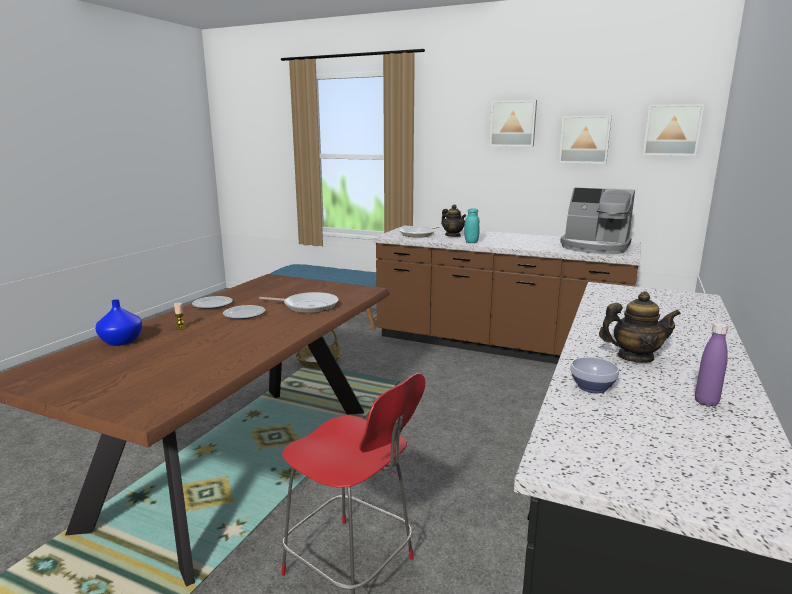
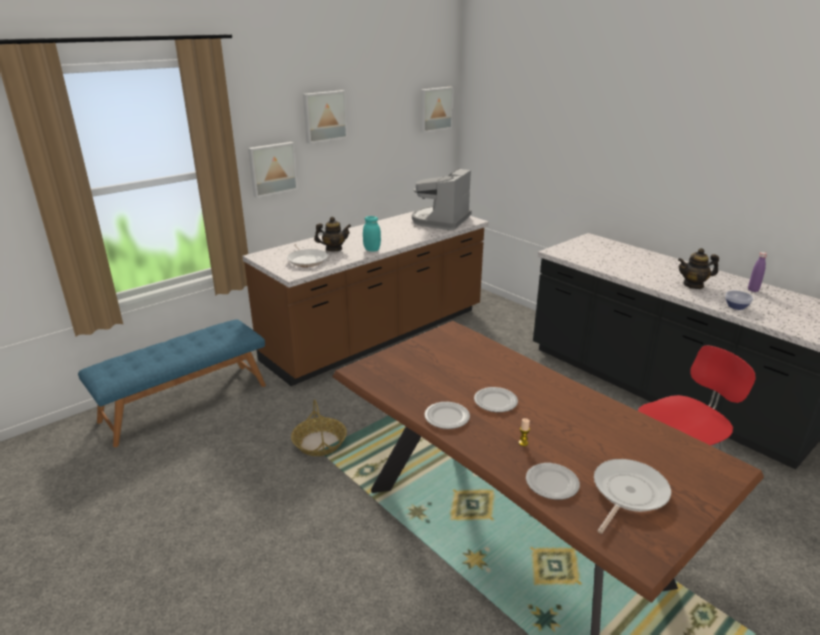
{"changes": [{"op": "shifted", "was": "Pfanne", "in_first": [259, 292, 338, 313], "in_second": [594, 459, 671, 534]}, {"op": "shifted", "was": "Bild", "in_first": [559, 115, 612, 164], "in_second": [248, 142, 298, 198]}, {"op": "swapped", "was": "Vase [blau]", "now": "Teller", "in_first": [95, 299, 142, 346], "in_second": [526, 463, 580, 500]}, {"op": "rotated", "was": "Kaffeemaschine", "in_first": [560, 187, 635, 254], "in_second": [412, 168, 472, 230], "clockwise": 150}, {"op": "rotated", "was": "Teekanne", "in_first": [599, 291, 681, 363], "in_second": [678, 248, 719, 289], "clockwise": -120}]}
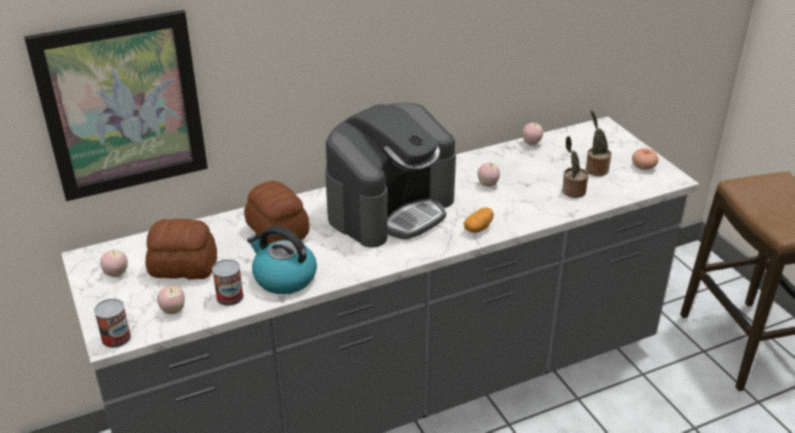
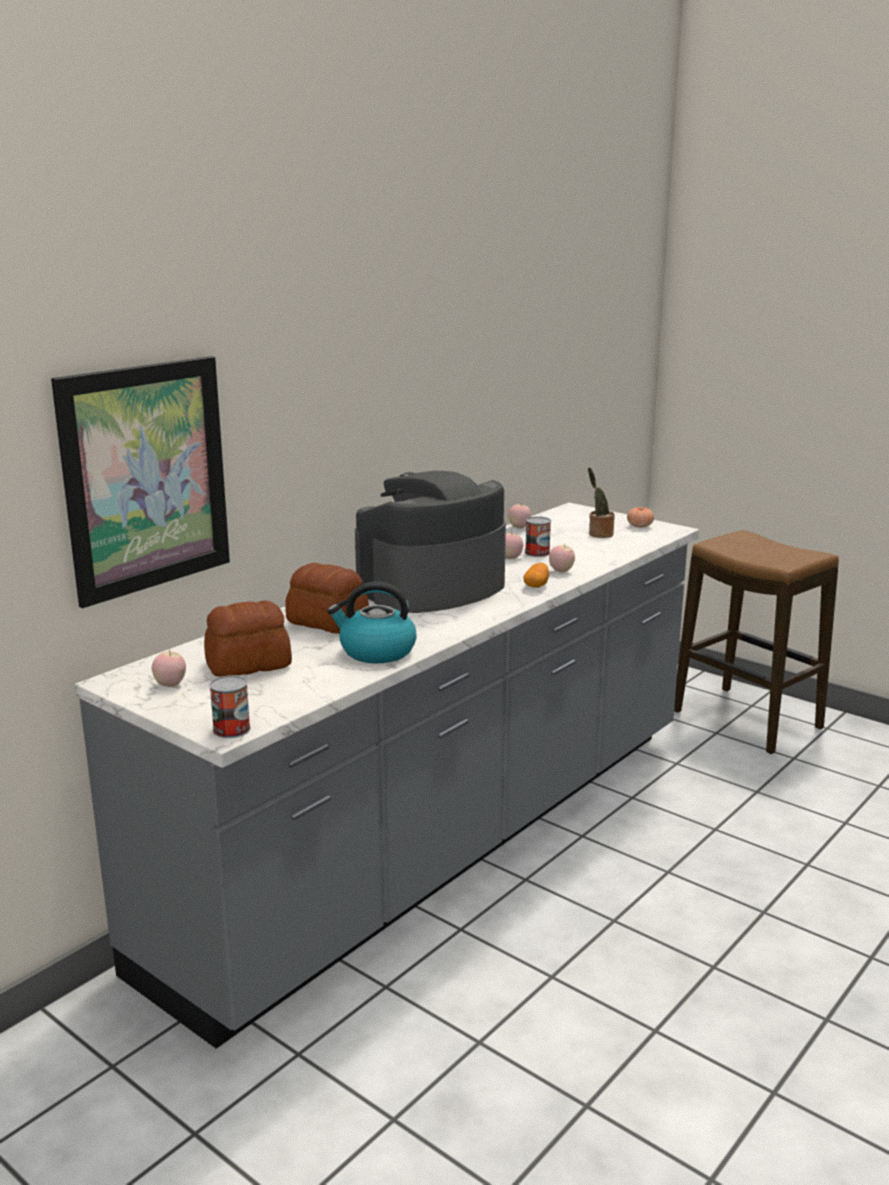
{"changes": [{"op": "gone", "was": "Topfpflanze", "in_first": [562, 136, 589, 198]}, {"op": "shifted", "was": "Apfel", "in_first": [157, 286, 185, 314], "in_second": [549, 544, 575, 572]}, {"op": "shifted", "was": "Dose", "in_first": [212, 259, 244, 306], "in_second": [525, 516, 551, 557]}, {"op": "rotated", "was": "Kaffeemaschine", "in_first": [325, 103, 456, 248], "in_second": [355, 471, 506, 613], "clockwise": -150}]}
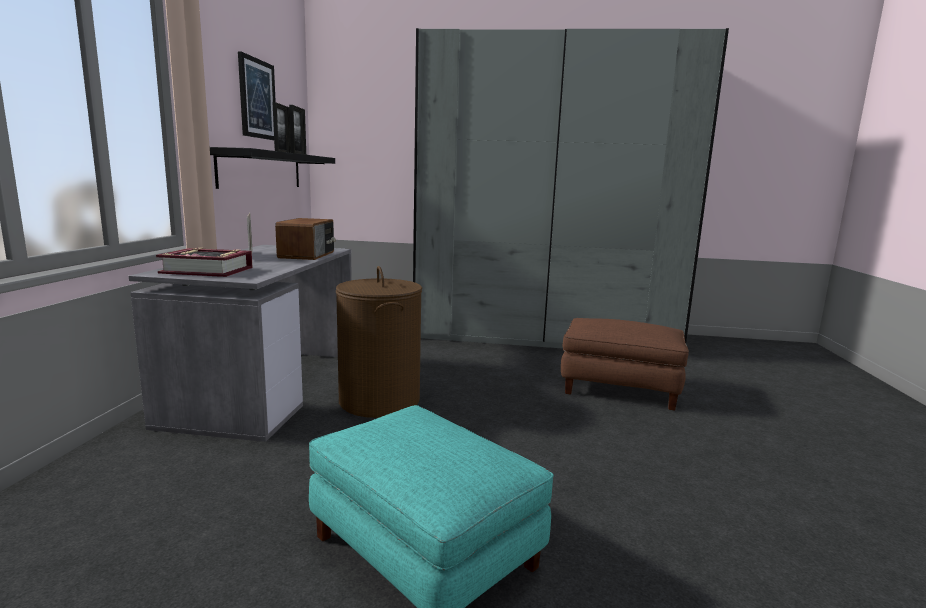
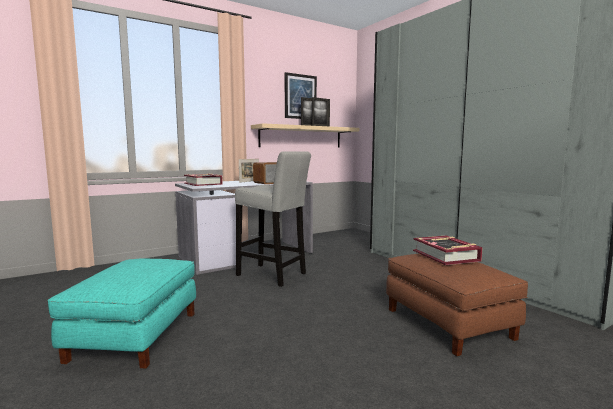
{"changes": [{"op": "new", "now": "Buch", "in_second": [413, 235, 483, 265]}, {"op": "swapped", "was": "Wäschekorb [braun]", "now": "Hocker [grau]", "in_first": [336, 266, 423, 418], "in_second": [235, 151, 311, 287]}, {"op": "repainted", "was": "Wandregal [schwarz]", "now": "Wandregal [beige]", "in_first": [210, 147, 335, 189], "in_second": [251, 123, 359, 148]}]}
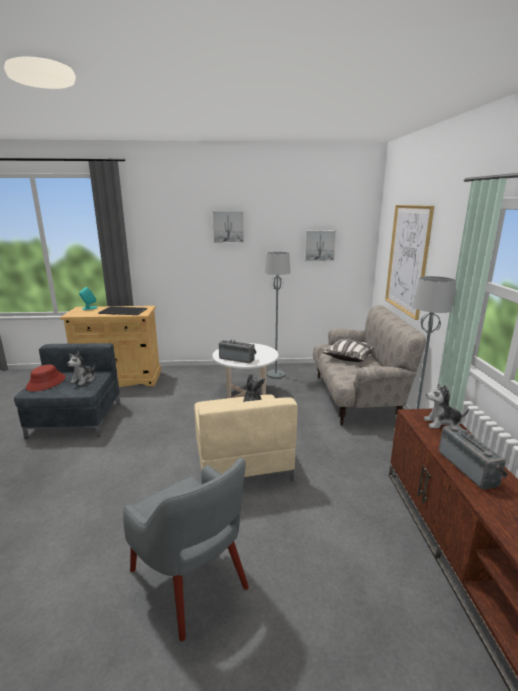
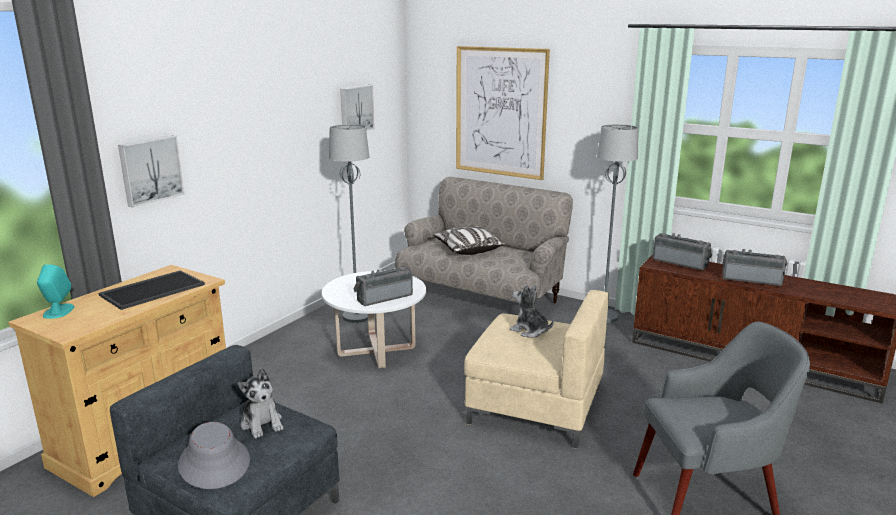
{"changes": [{"op": "shifted", "was": "Bild", "in_first": [213, 211, 244, 243], "in_second": [118, 136, 184, 208]}, {"op": "swapped", "was": "Plüschtier", "now": "Radio", "in_first": [424, 383, 469, 428], "in_second": [653, 233, 712, 270]}, {"op": "repainted", "was": "Hut [rot]", "now": "Hut [grau]", "in_first": [25, 364, 66, 391], "in_second": [178, 422, 250, 489]}]}
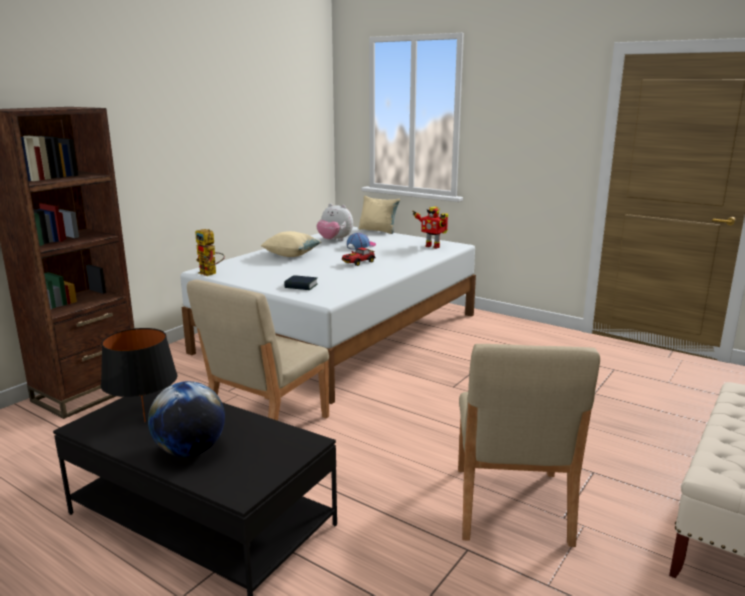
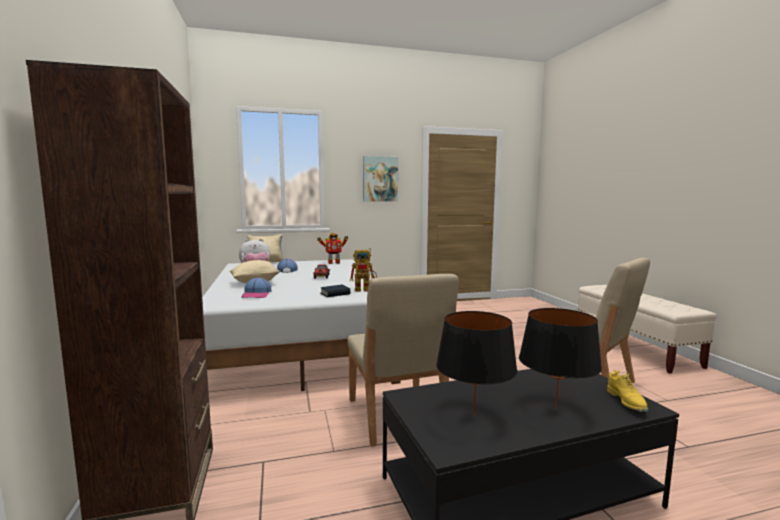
{"changes": [{"op": "new", "now": "Kappe", "in_second": [241, 277, 271, 298]}, {"op": "new", "now": "Bild", "in_second": [363, 156, 398, 202]}, {"op": "new", "now": "Schuh [gelb]", "in_second": [607, 369, 649, 412]}, {"op": "shifted", "was": "Spielzeugroboter", "in_first": [195, 229, 225, 276], "in_second": [350, 248, 377, 292]}, {"op": "swapped", "was": "Globus", "now": "Tischlampe [schwarz]", "in_first": [148, 381, 225, 457], "in_second": [519, 308, 602, 409]}]}
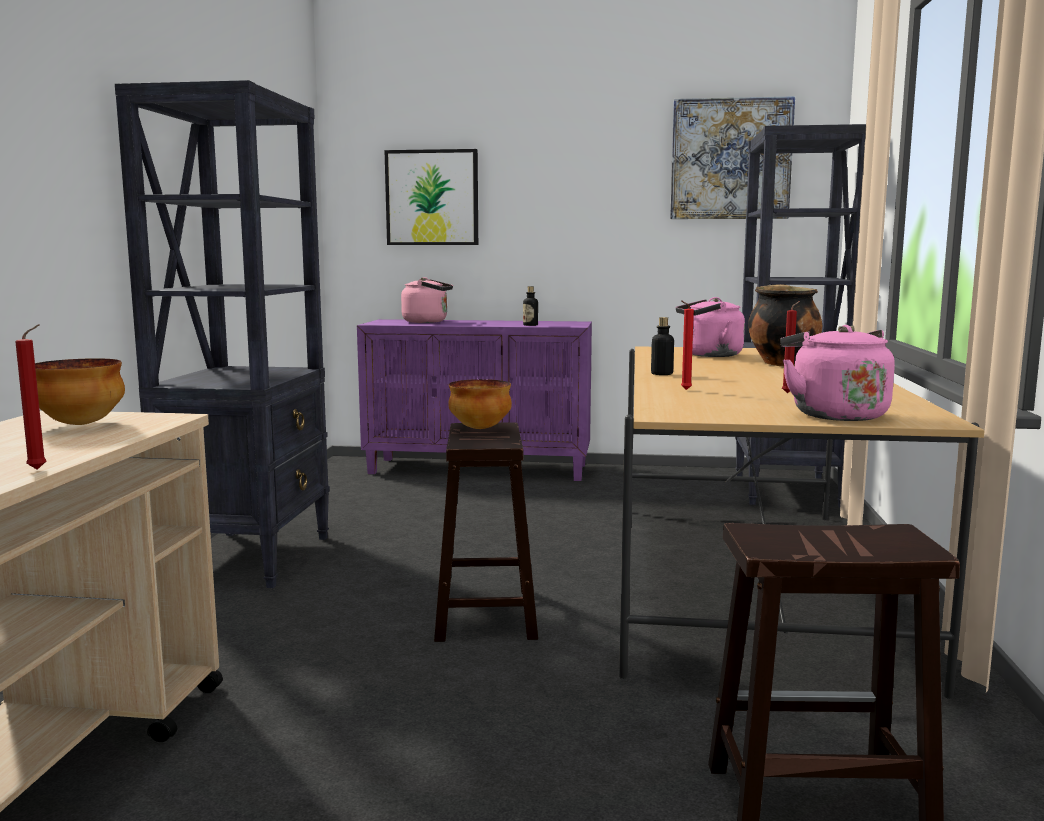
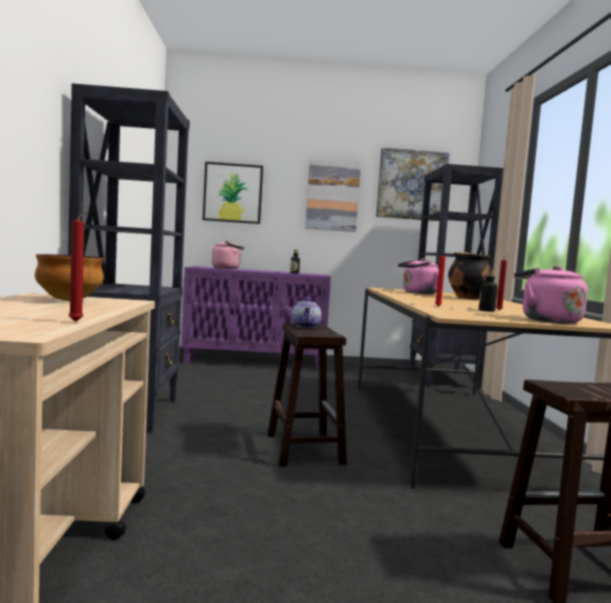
{"changes": [{"op": "new", "now": "Bild", "in_second": [305, 159, 361, 232]}, {"op": "shifted", "was": "Flasche", "in_first": [651, 317, 674, 375], "in_second": [479, 270, 498, 312]}, {"op": "swapped", "was": "Schüssel", "now": "Teekanne", "in_first": [448, 379, 512, 429], "in_second": [292, 297, 321, 328]}]}
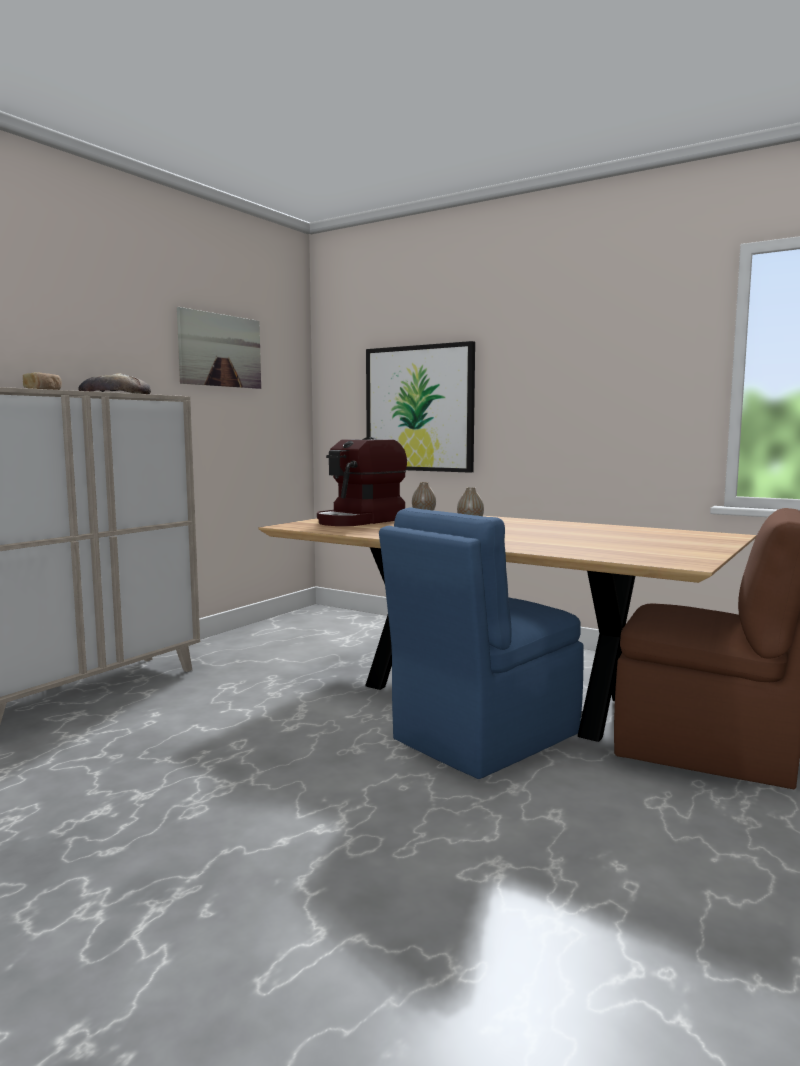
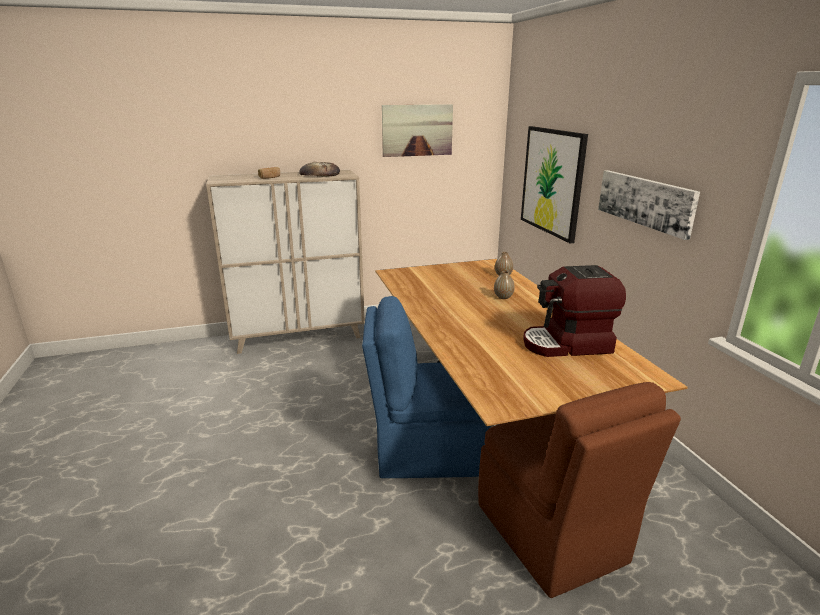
{"changes": [{"op": "new", "now": "Bild", "in_second": [598, 170, 700, 240]}, {"op": "shifted", "was": "Kaffeemaschine", "in_first": [317, 437, 407, 526], "in_second": [523, 265, 626, 357]}]}
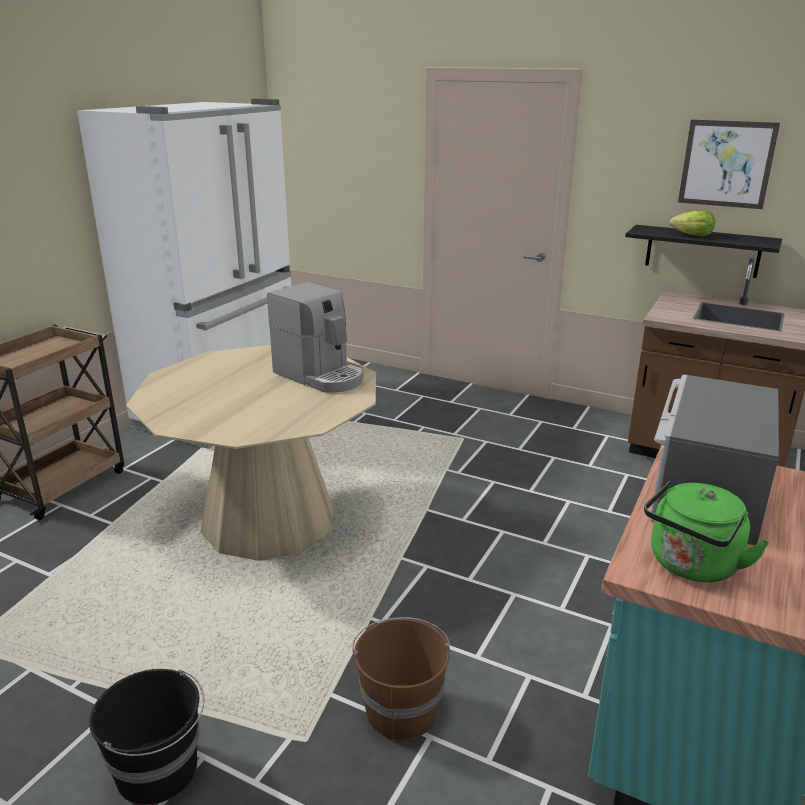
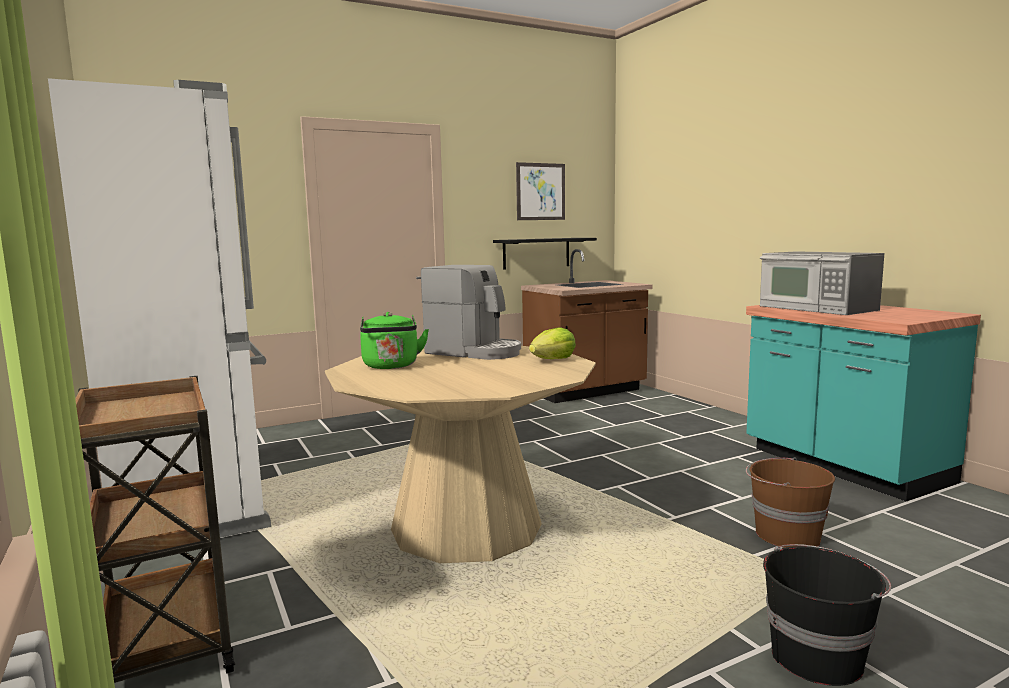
{"changes": [{"op": "shifted", "was": "Wasserkessel [grün]", "in_first": [644, 481, 770, 582], "in_second": [360, 312, 429, 369]}, {"op": "shifted", "was": "Salatkopf", "in_first": [670, 210, 715, 236], "in_second": [529, 327, 576, 359]}, {"op": "rotated", "was": "Kaffeemaschine", "in_first": [267, 282, 364, 392], "in_second": [421, 265, 521, 360], "clockwise": 45}]}
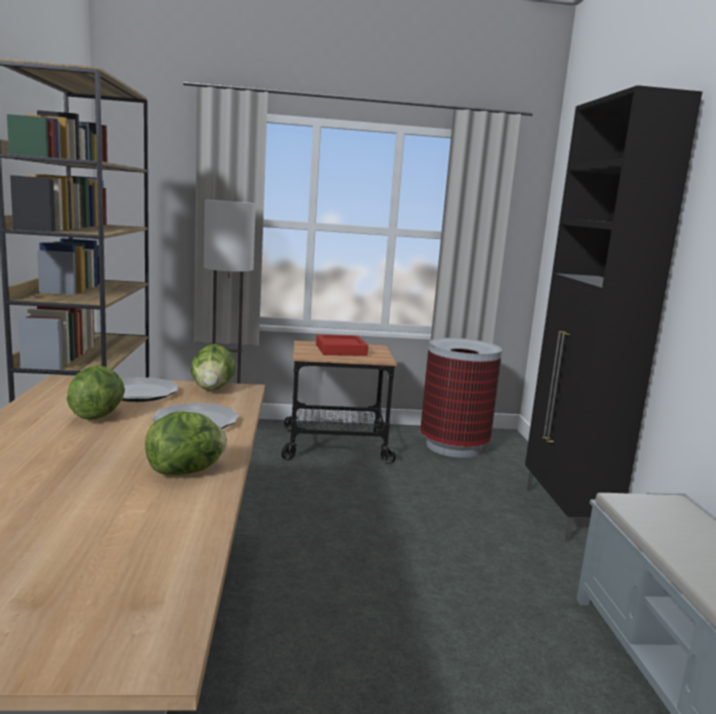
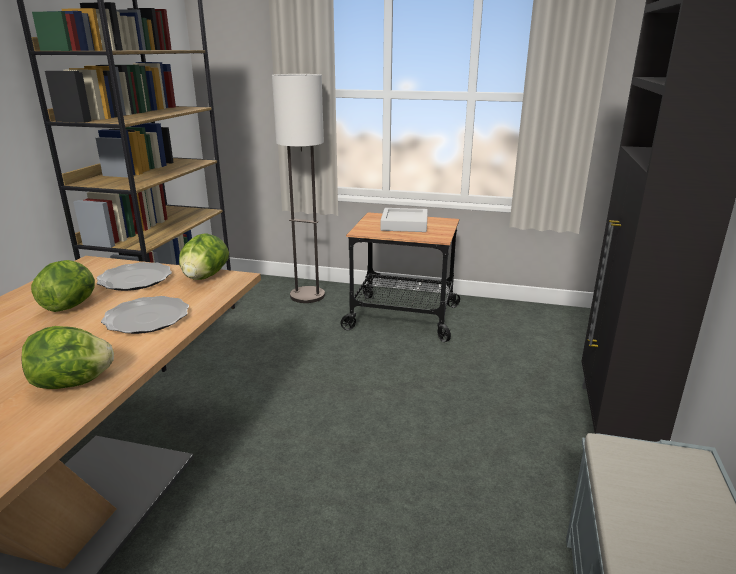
{"changes": [{"op": "gone", "was": "Mülleimer", "in_first": [420, 338, 502, 458]}, {"op": "repainted", "was": "Tablett [rot]", "now": "Tablett [grau]", "in_first": [316, 334, 368, 356], "in_second": [380, 208, 428, 232]}]}
